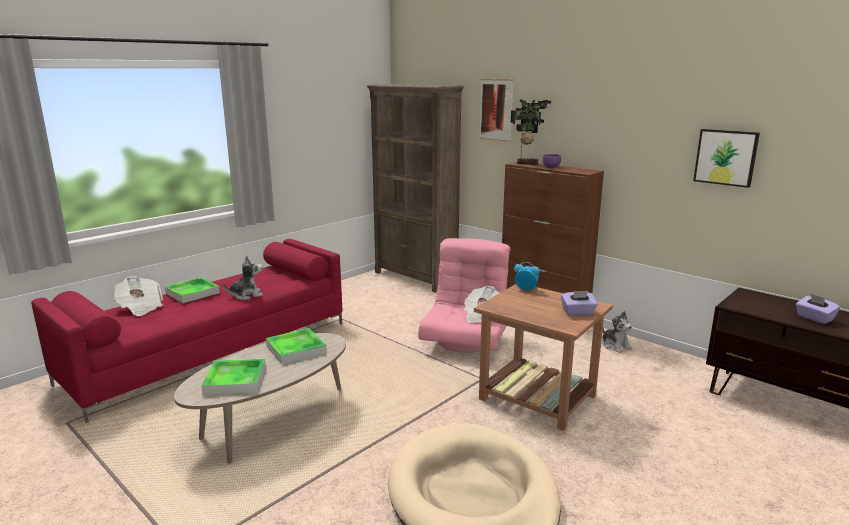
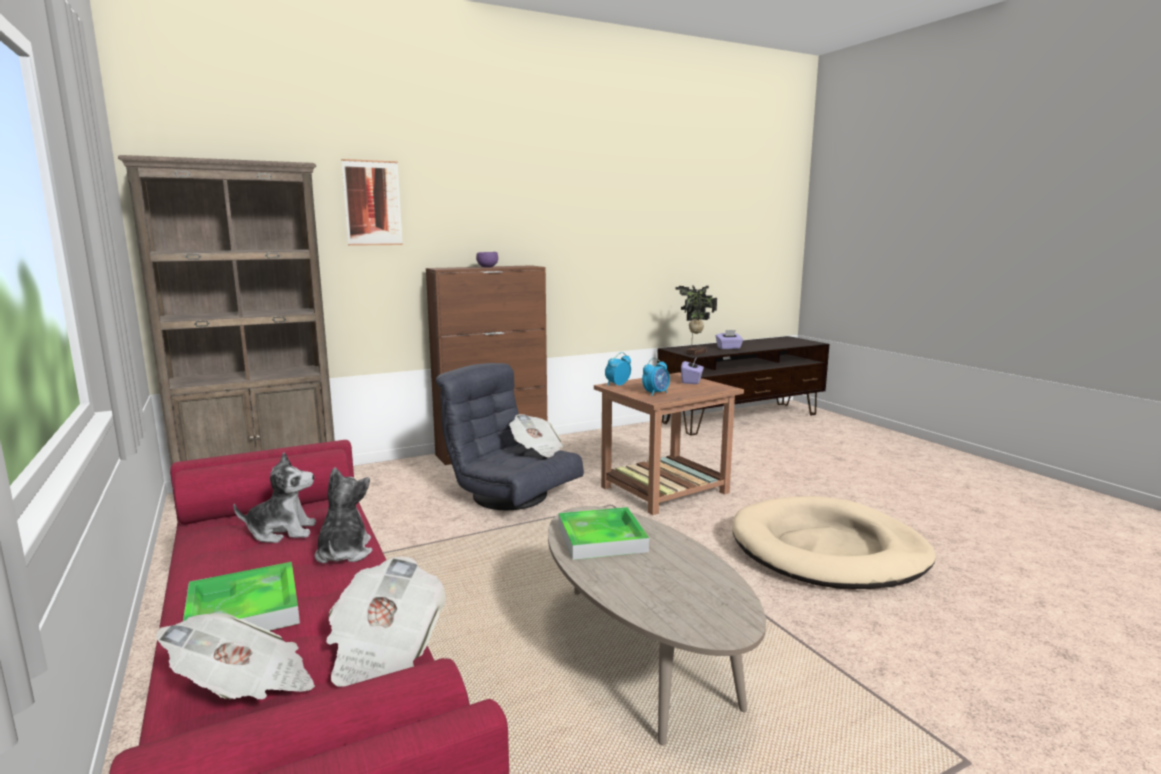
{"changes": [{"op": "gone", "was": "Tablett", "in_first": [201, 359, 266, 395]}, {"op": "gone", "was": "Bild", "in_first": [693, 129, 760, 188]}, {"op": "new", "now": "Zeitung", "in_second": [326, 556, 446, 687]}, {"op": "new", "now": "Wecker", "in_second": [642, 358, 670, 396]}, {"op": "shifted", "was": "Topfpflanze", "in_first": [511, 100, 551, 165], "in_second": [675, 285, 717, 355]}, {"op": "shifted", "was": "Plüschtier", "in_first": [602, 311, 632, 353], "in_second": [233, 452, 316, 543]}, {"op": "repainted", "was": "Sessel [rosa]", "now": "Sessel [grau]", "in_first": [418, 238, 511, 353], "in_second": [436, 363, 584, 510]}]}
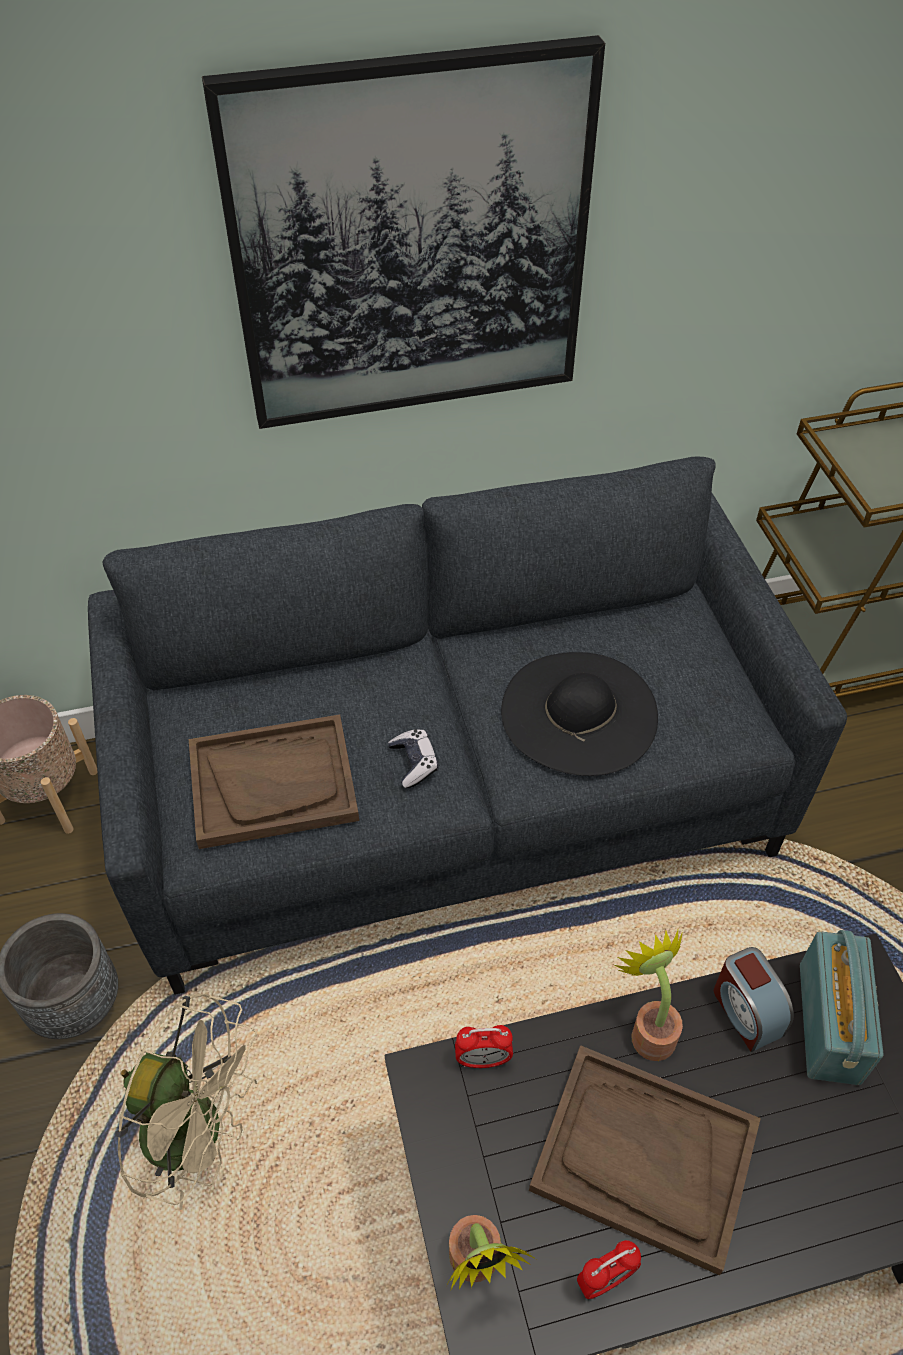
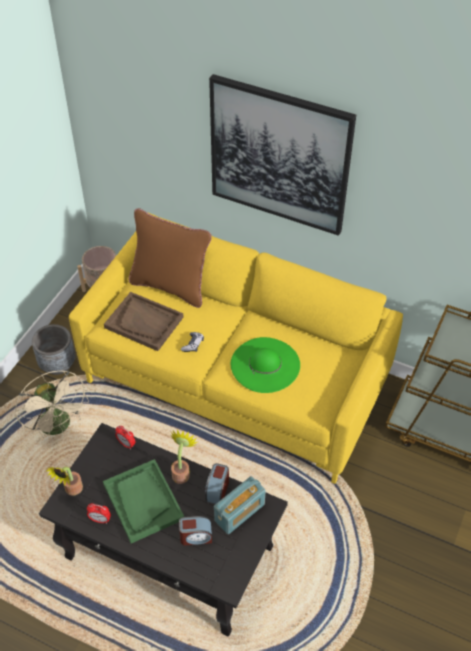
{"changes": [{"op": "new", "now": "Kissen [braun]", "in_second": [129, 208, 212, 308]}, {"op": "new", "now": "Wecker", "in_second": [179, 516, 212, 545]}, {"op": "repainted", "was": "Sofa [grau]", "now": "Sofa [gelb]", "in_first": [88, 457, 847, 995], "in_second": [69, 213, 403, 484]}, {"op": "repainted", "was": "Hut [schwarz]", "now": "Hut [grün]", "in_first": [501, 652, 658, 776], "in_second": [231, 337, 300, 393]}, {"op": "repainted", "was": "Tablett [braun]", "now": "Tablett [grün]", "in_first": [529, 1045, 761, 1275], "in_second": [103, 459, 184, 543]}]}
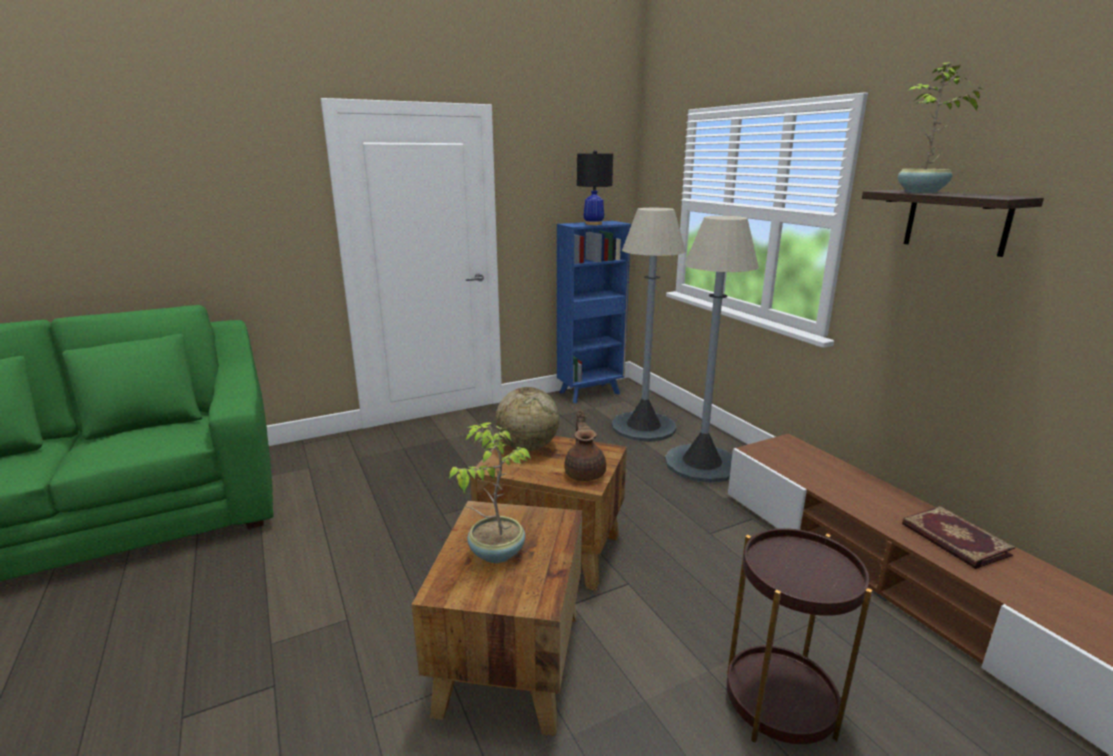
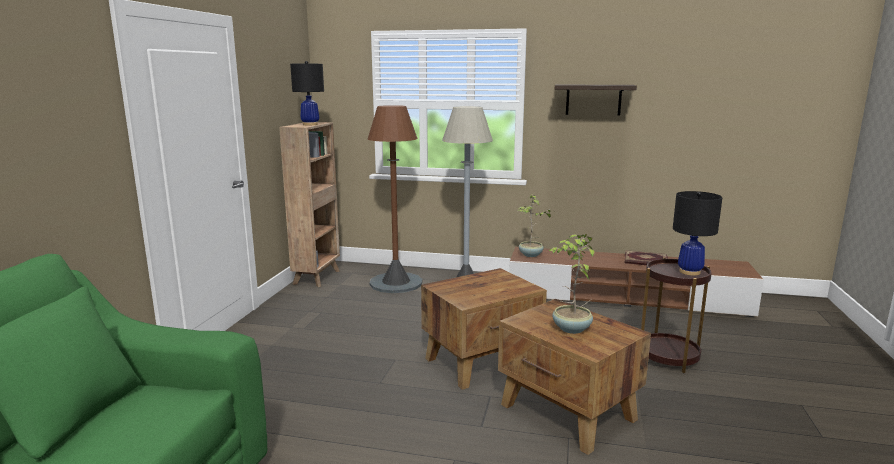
{"changes": [{"op": "gone", "was": "Globus", "in_first": [496, 387, 559, 451]}, {"op": "gone", "was": "Teekanne [braun]", "in_first": [564, 410, 606, 481]}, {"op": "new", "now": "Tischlampe [schwarz]", "in_second": [673, 191, 722, 276]}, {"op": "shifted", "was": "Topfpflanze", "in_first": [898, 62, 986, 193], "in_second": [518, 194, 554, 257]}, {"op": "repainted", "was": "Bücherregal [blau]", "now": "Bücherregal [braun]", "in_first": [557, 221, 631, 403], "in_second": [279, 122, 340, 287]}, {"op": "repainted", "was": "Stehlampe [grau]", "now": "Stehlampe [braun]", "in_first": [612, 208, 686, 442], "in_second": [368, 105, 422, 293]}]}
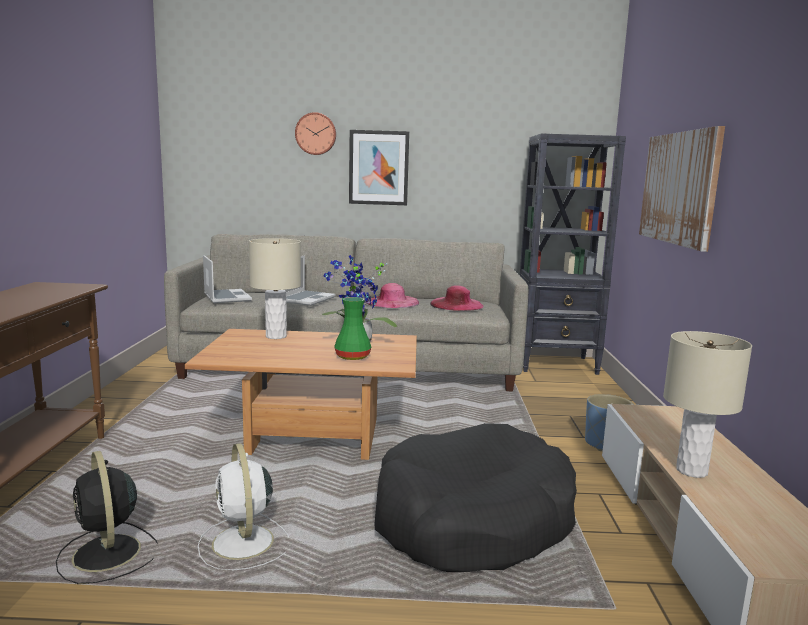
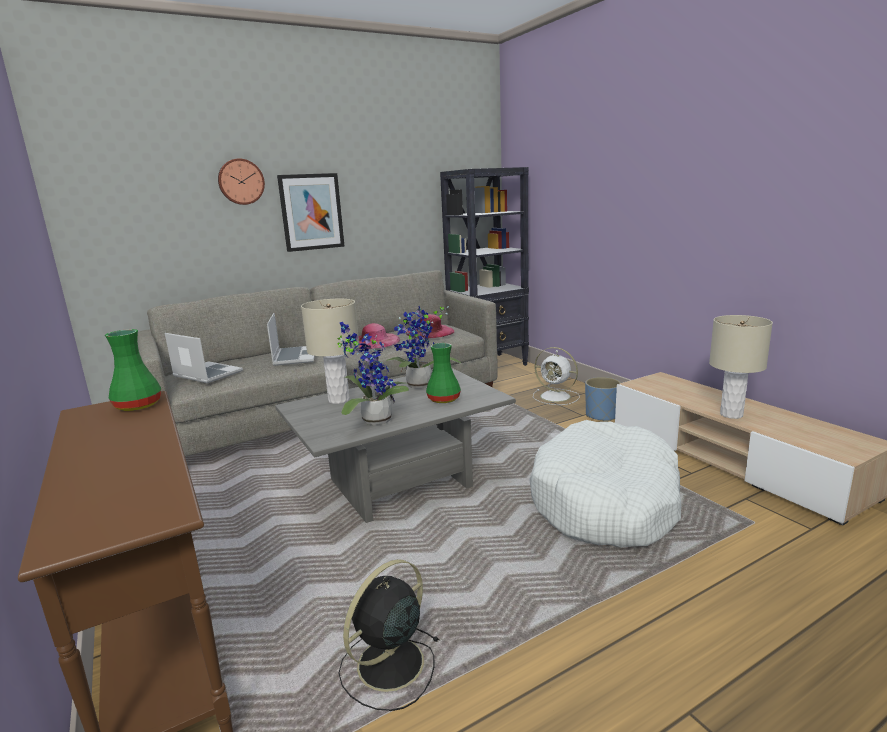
{"changes": [{"op": "gone", "was": "Bild", "in_first": [639, 126, 725, 252]}, {"op": "new", "now": "Vase [grün]", "in_second": [105, 329, 161, 411]}, {"op": "new", "now": "Topfpflanze", "in_second": [337, 322, 409, 425]}, {"op": "shifted", "was": "Ventilator [weiß]", "in_first": [198, 443, 289, 570], "in_second": [533, 347, 580, 405]}, {"op": "repainted", "was": "Couchtisch [braun]", "now": "Couchtisch [grau]", "in_first": [185, 329, 417, 460], "in_second": [275, 368, 516, 523]}, {"op": "repainted", "was": "Hundebett [schwarz]", "now": "Hundebett [weiß]", "in_first": [375, 423, 577, 572], "in_second": [529, 420, 681, 548]}, {"op": "rotated", "was": "Ventilator [schwarz]", "in_first": [56, 451, 158, 584], "in_second": [339, 559, 439, 711], "clockwise": 105}]}
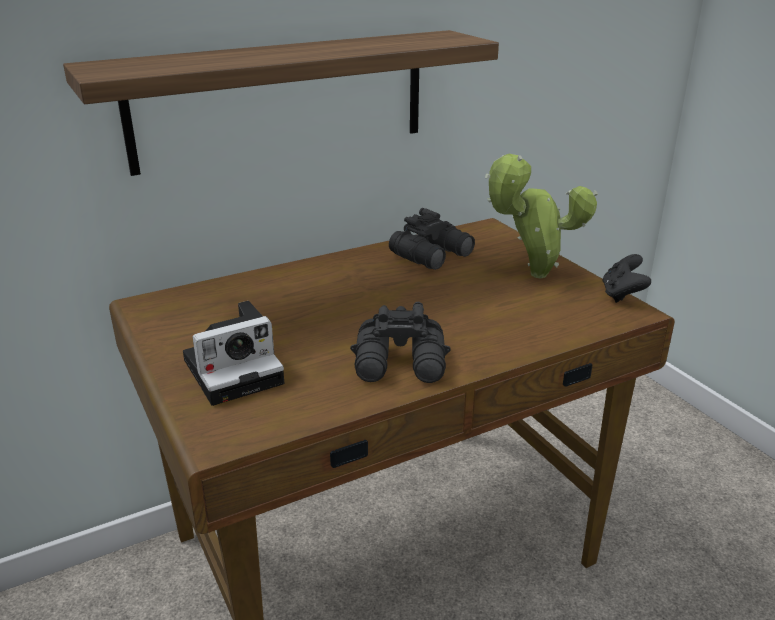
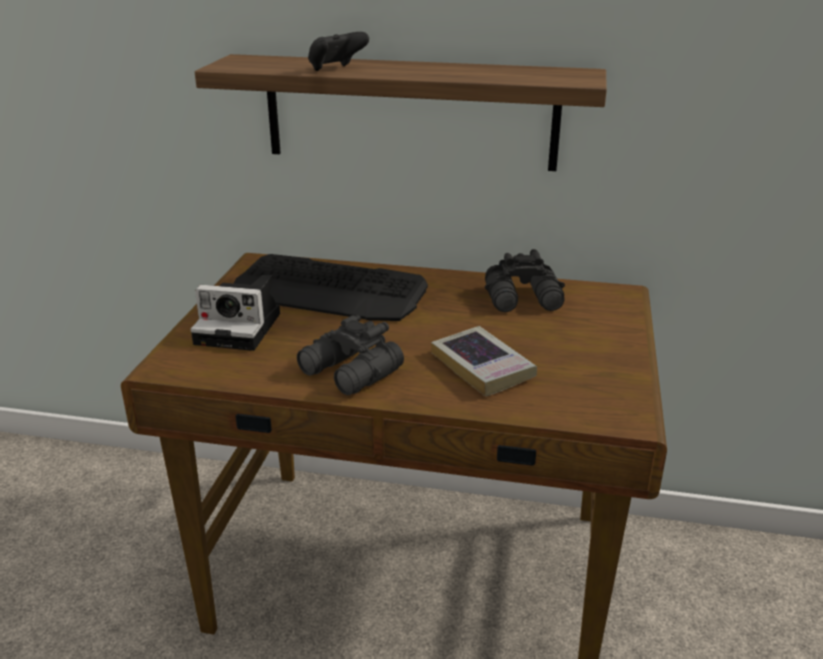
{"changes": [{"op": "gone", "was": "Topfpflanze", "in_first": [485, 154, 598, 279]}, {"op": "new", "now": "Tastatur", "in_second": [234, 254, 428, 321]}, {"op": "new", "now": "Buch", "in_second": [431, 326, 537, 397]}, {"op": "shifted", "was": "Gamepad [schwarz]", "in_first": [603, 254, 651, 303], "in_second": [308, 32, 369, 71]}]}
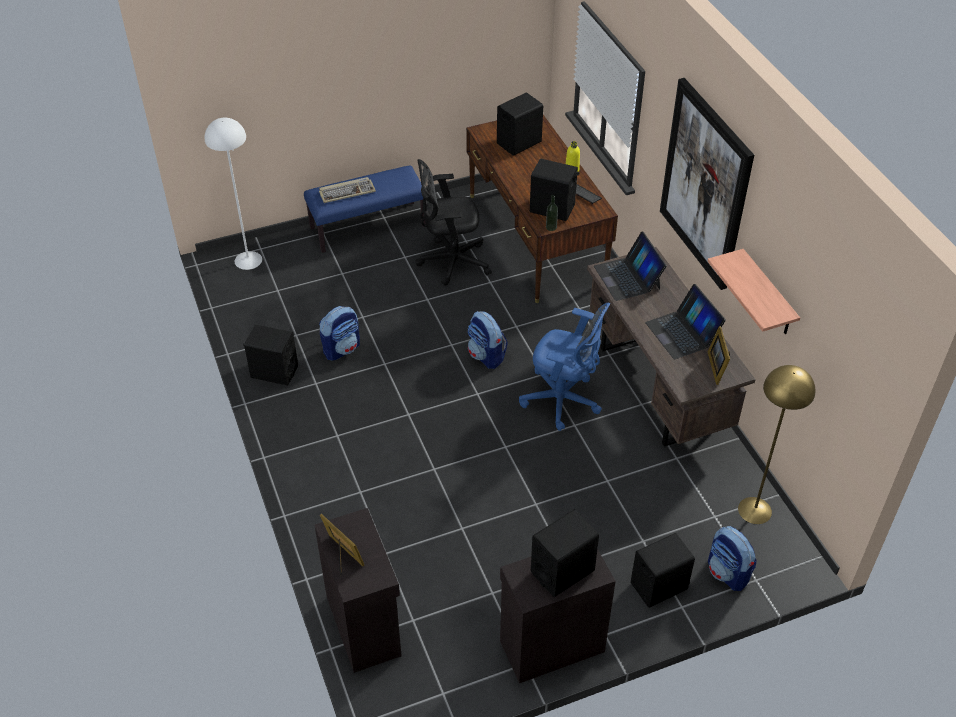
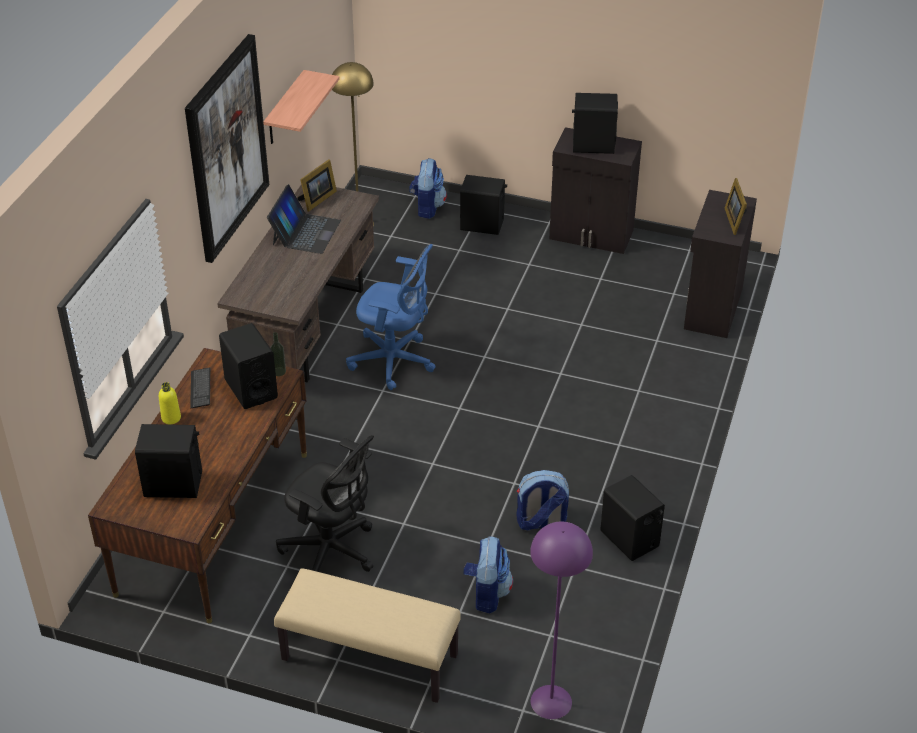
{"changes": [{"op": "gone", "was": "Tastatur", "in_first": [319, 177, 376, 203]}, {"op": "gone", "was": "Laptop", "in_first": [594, 232, 667, 301]}, {"op": "shifted", "was": "Rucksack", "in_first": [467, 311, 508, 369], "in_second": [463, 536, 513, 614]}, {"op": "repainted", "was": "Stehlampe [weiß]", "now": "Stehlampe [lila]", "in_first": [205, 118, 262, 270], "in_second": [530, 522, 593, 719]}, {"op": "repainted", "was": "Bank [blau]", "now": "Bank [beige]", "in_first": [304, 165, 426, 253], "in_second": [274, 568, 461, 703]}, {"op": "rotated", "was": "Bürostuhl [blau]", "in_first": [519, 303, 610, 431], "in_second": [346, 244, 436, 390], "clockwise": 135}]}
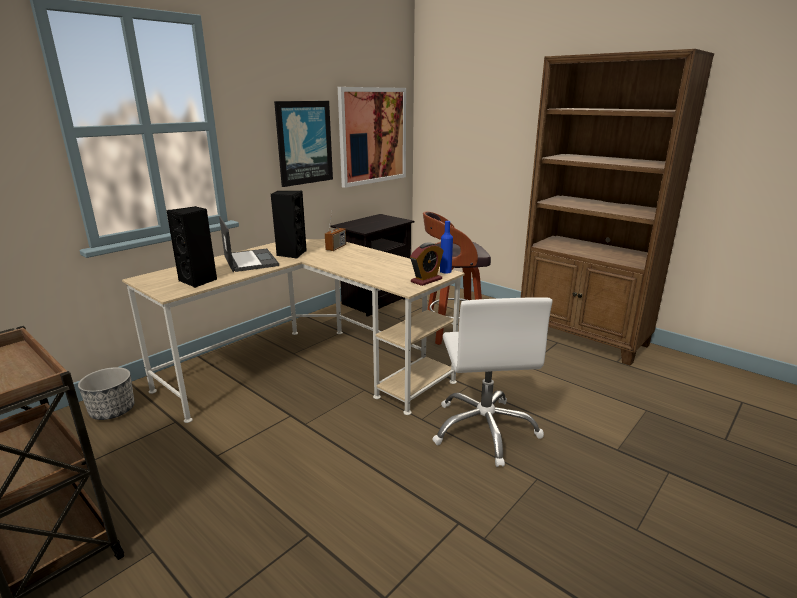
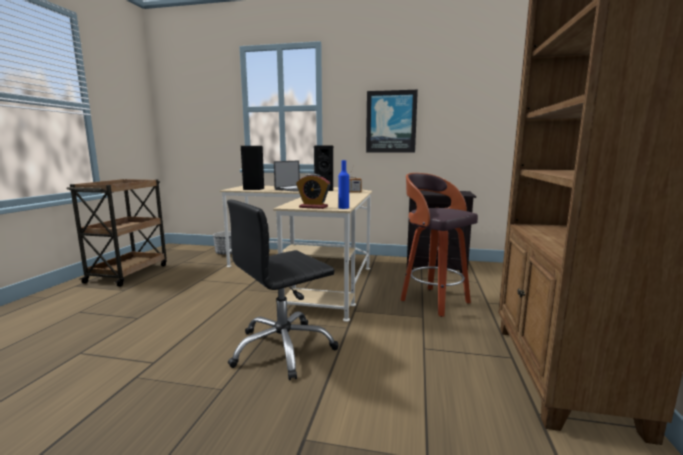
{"changes": [{"op": "gone", "was": "Bild", "in_first": [338, 87, 406, 188]}, {"op": "repainted", "was": "Bürostuhl [weiß]", "now": "Bürostuhl [schwarz]", "in_first": [433, 297, 553, 467], "in_second": [227, 200, 339, 380]}]}
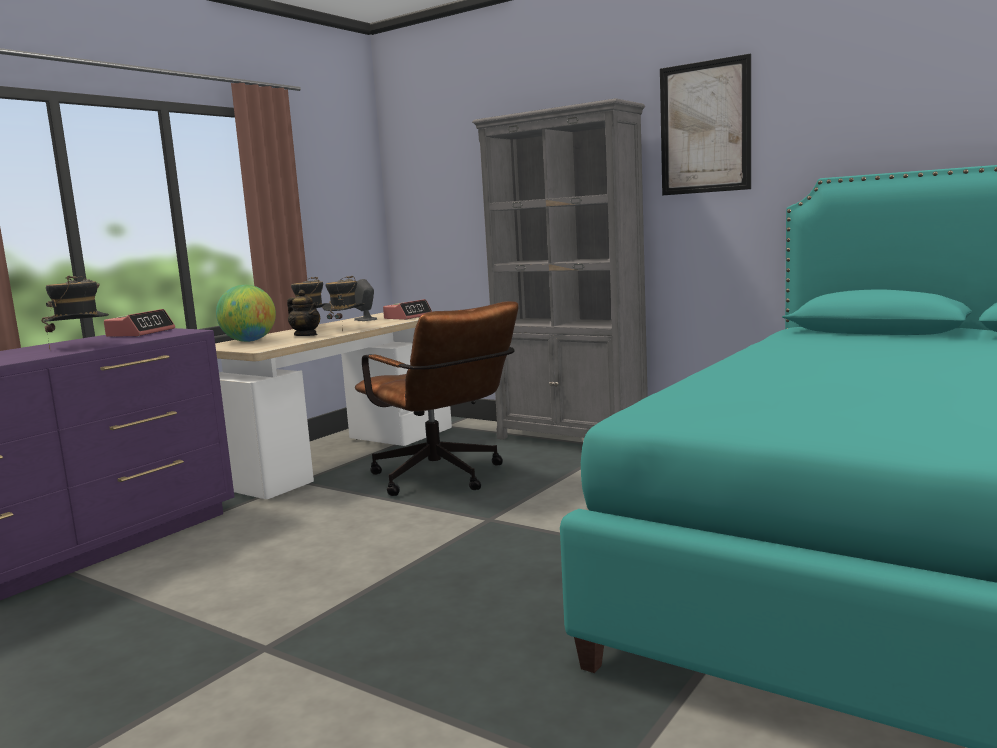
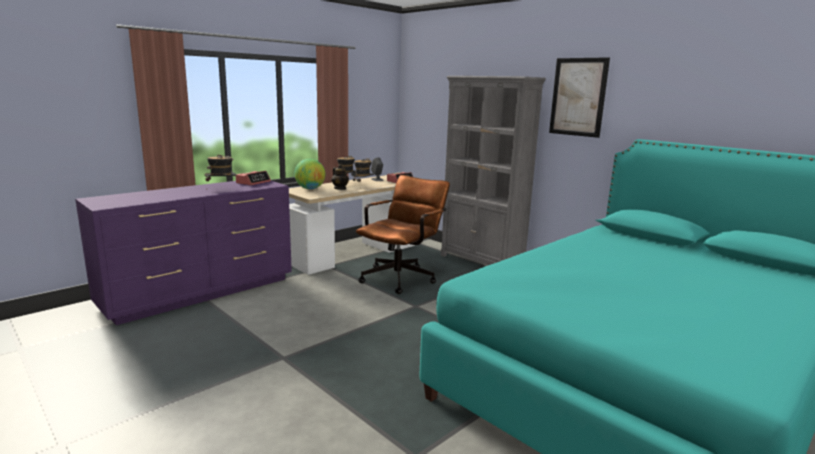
{"changes": [{"op": "rotated", "was": "Bürostuhl [braun]", "in_first": [355, 301, 518, 496], "in_second": [356, 175, 450, 294], "clockwise": -120}]}
